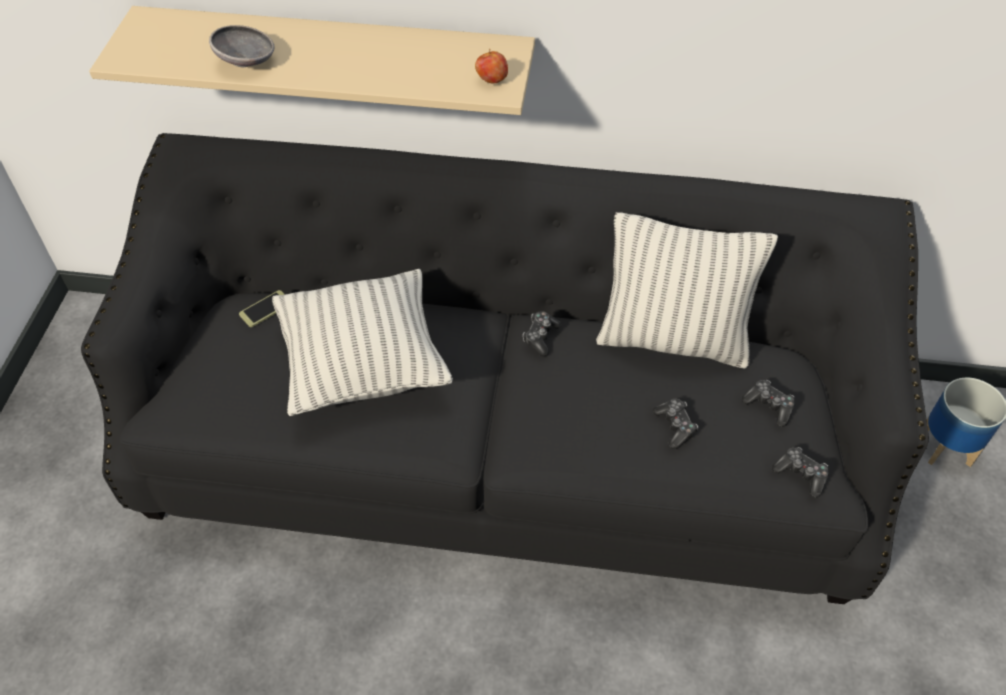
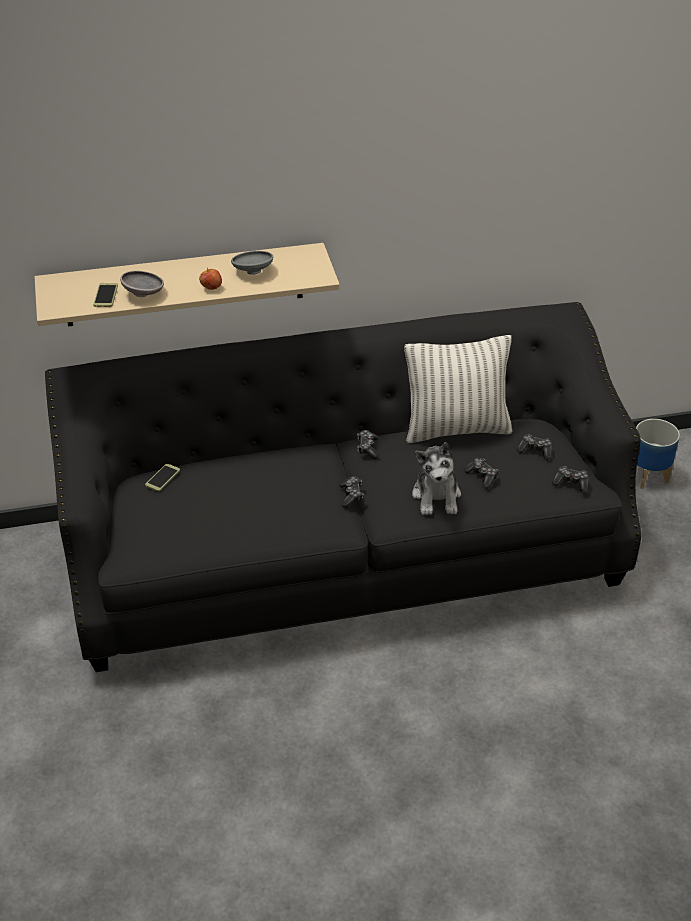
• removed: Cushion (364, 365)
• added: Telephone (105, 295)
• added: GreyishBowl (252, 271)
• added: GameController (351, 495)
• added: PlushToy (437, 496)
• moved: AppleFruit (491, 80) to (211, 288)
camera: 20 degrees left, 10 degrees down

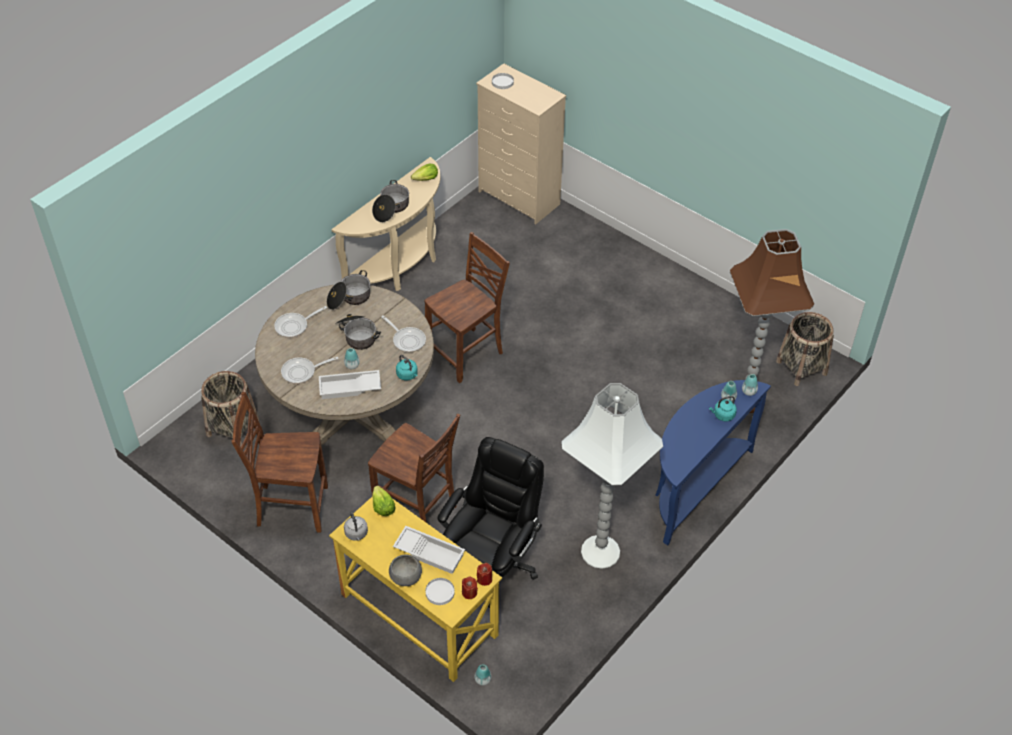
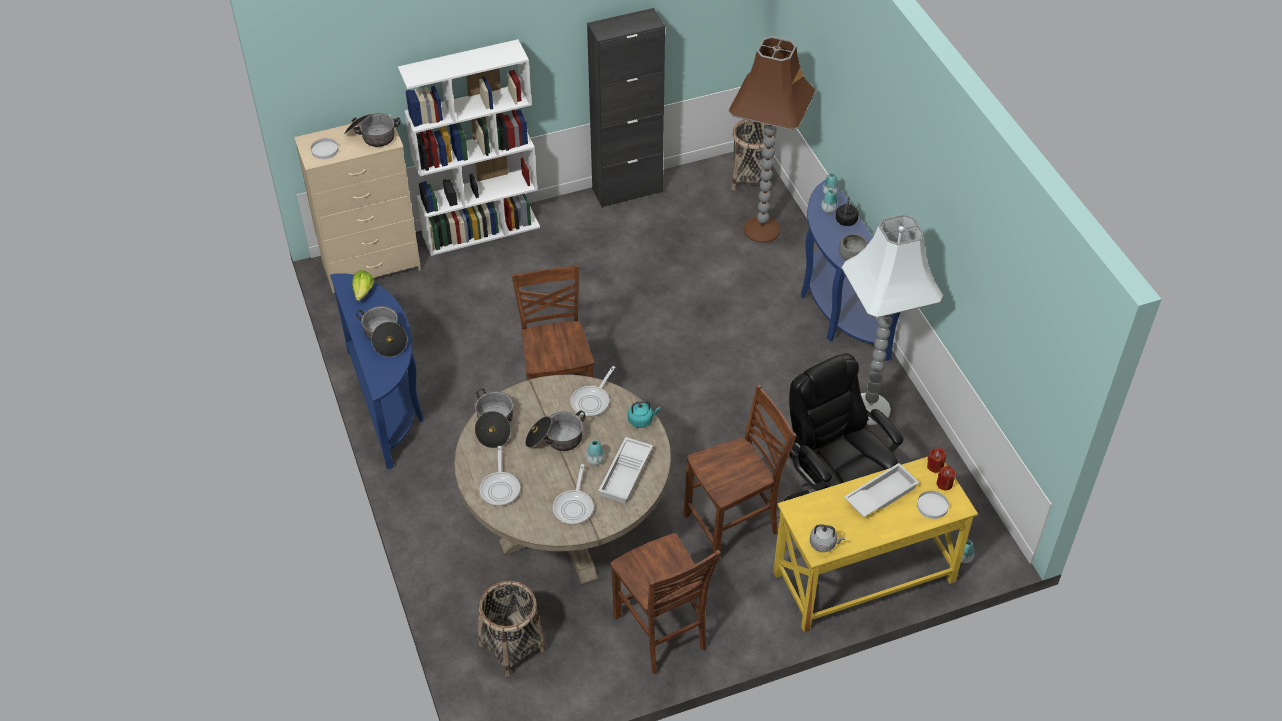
• removed: LettuceHead (382, 507)
• added: Saucepot (372, 136)
• added: WhitishShelvingUnit (481, 230)
• added: BlackColouredCabinet (627, 190)
• moved: GreyishBowl (406, 577) to (852, 257)
• recoloured: SandColouredConsoleTable (401, 266) to BlueColouredConsoleTable (389, 402)
• recoloured: BlueGreenWaterKettle (722, 415) to BlackColouredWaterKettle (846, 221)
• turned: BrownColouredPlainChair (291, 507) = (661, 633) 60 degrees counterclockwise
• turned: Pan (407, 340) = (592, 401) 135 degrees clockwise
camera: 60 degrees left, 0 degrees up

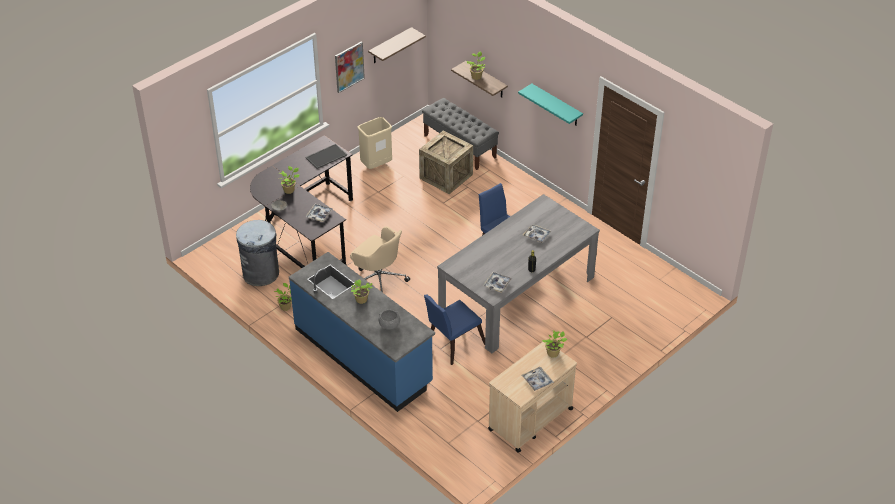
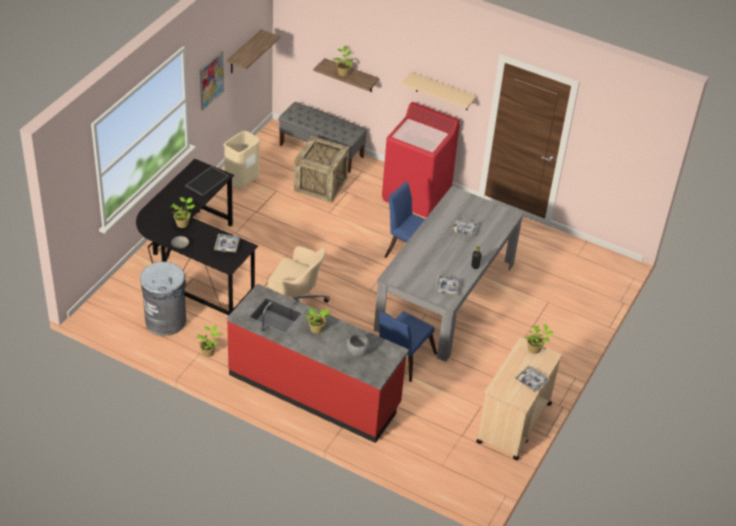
• added: ReddishLaundryMachine (416, 195)
• recoloured: BlueColouredKitchenBaseUnit (363, 356) to ReddishKitchenBaseUnit (314, 390)
• recoloured: BlueGreenWallShelf (556, 105) to SandColouredWallShelf (442, 92)
camera: 20 degrees left, 0 degrees up

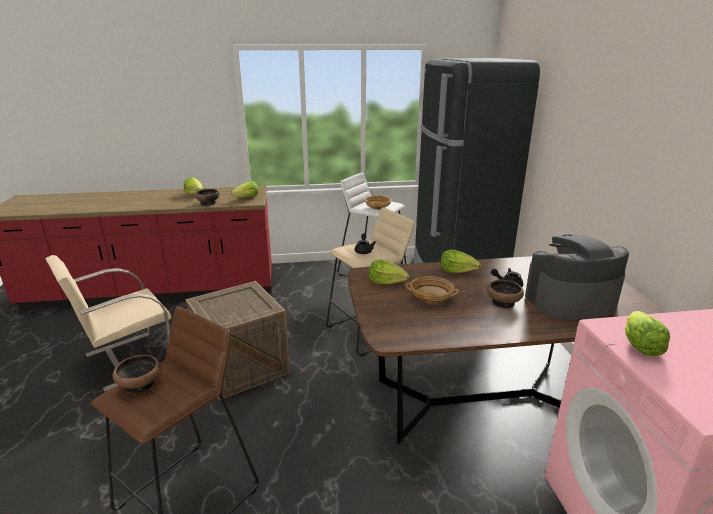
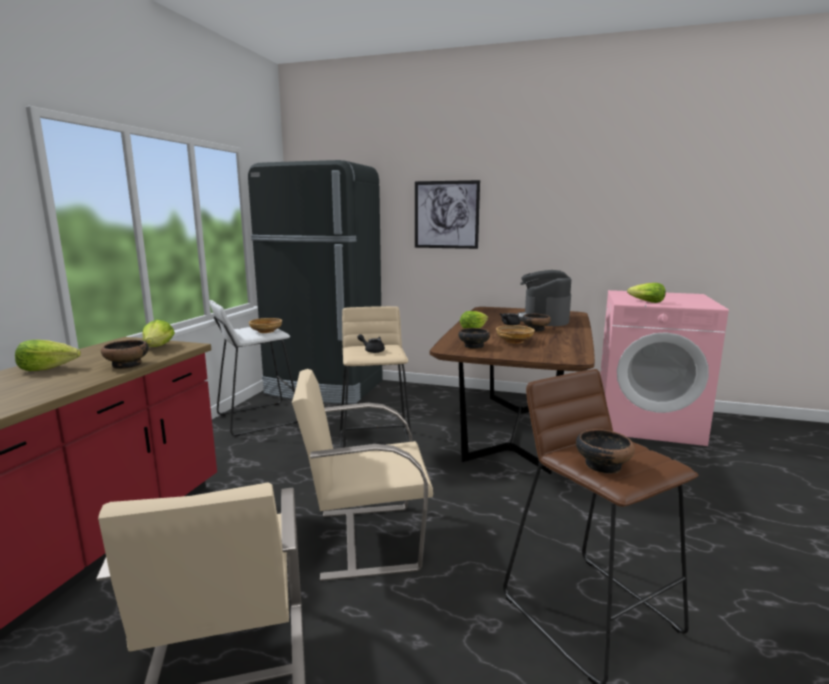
• added: WallPicture (446, 215)
• replaced: Crate (242, 366) to SandColouredPlainChair (365, 539)
• replaced: LettuceHead (387, 282) to Bowl (473, 346)
camera: 65 degrees left, 10 degrees down

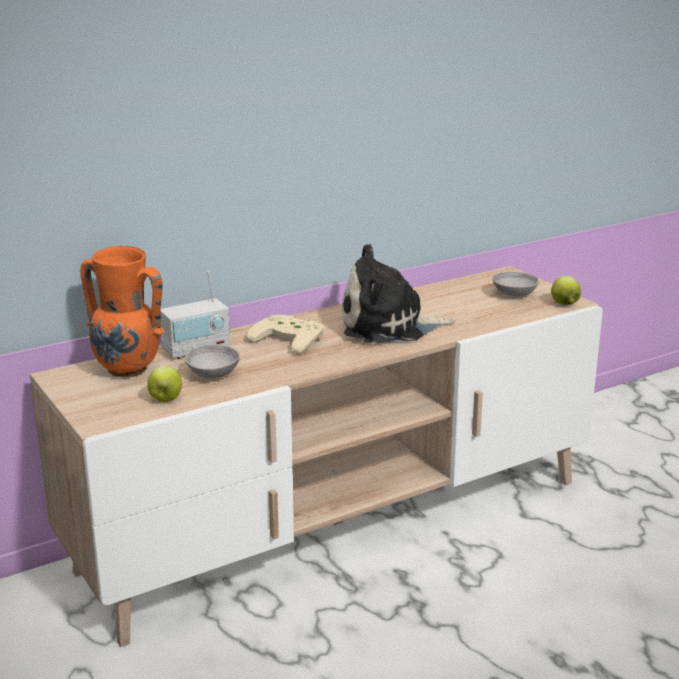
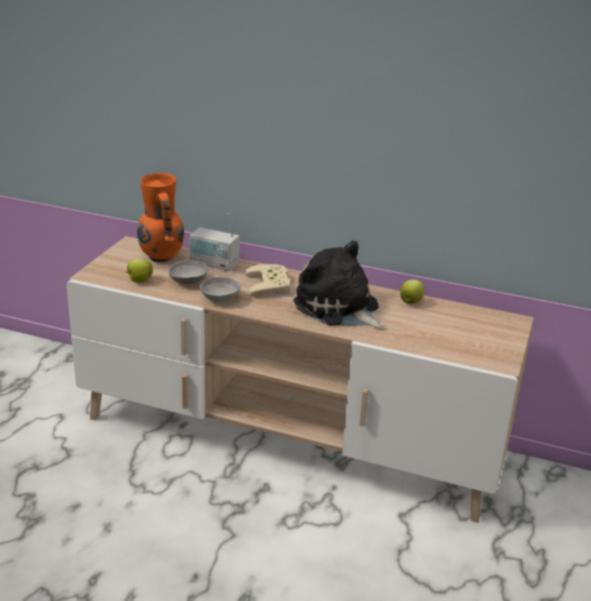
• moved: GreyishBowl (514, 294) to (220, 299)
• moved: AppleFruit (564, 303) to (411, 302)
camera: 50 degrees right, 5 degrees up

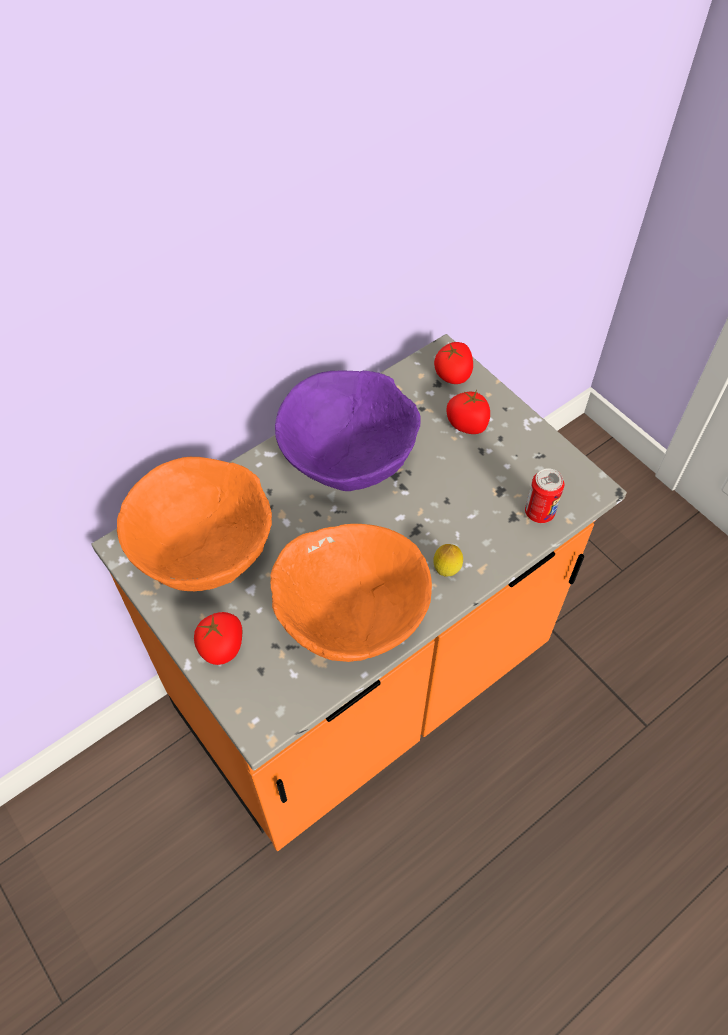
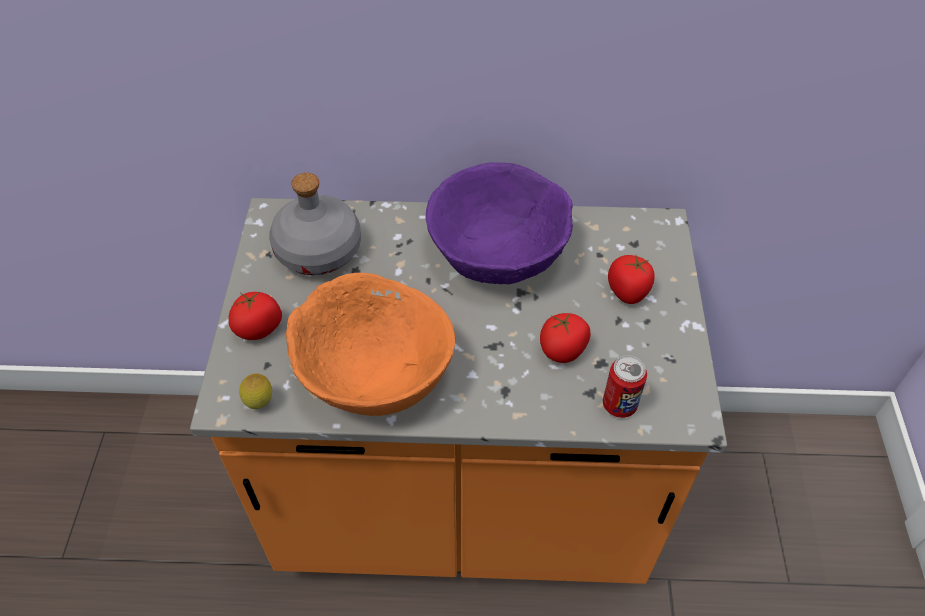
• moved: WholeLemon (446, 570) to (260, 403)
• moved: WholeTomato (453, 375) to (563, 349)
• replaced: OrangeBowl (203, 549) to GreyishDrinkBottle (318, 251)
camera: 40 degrees right, 5 degrees down

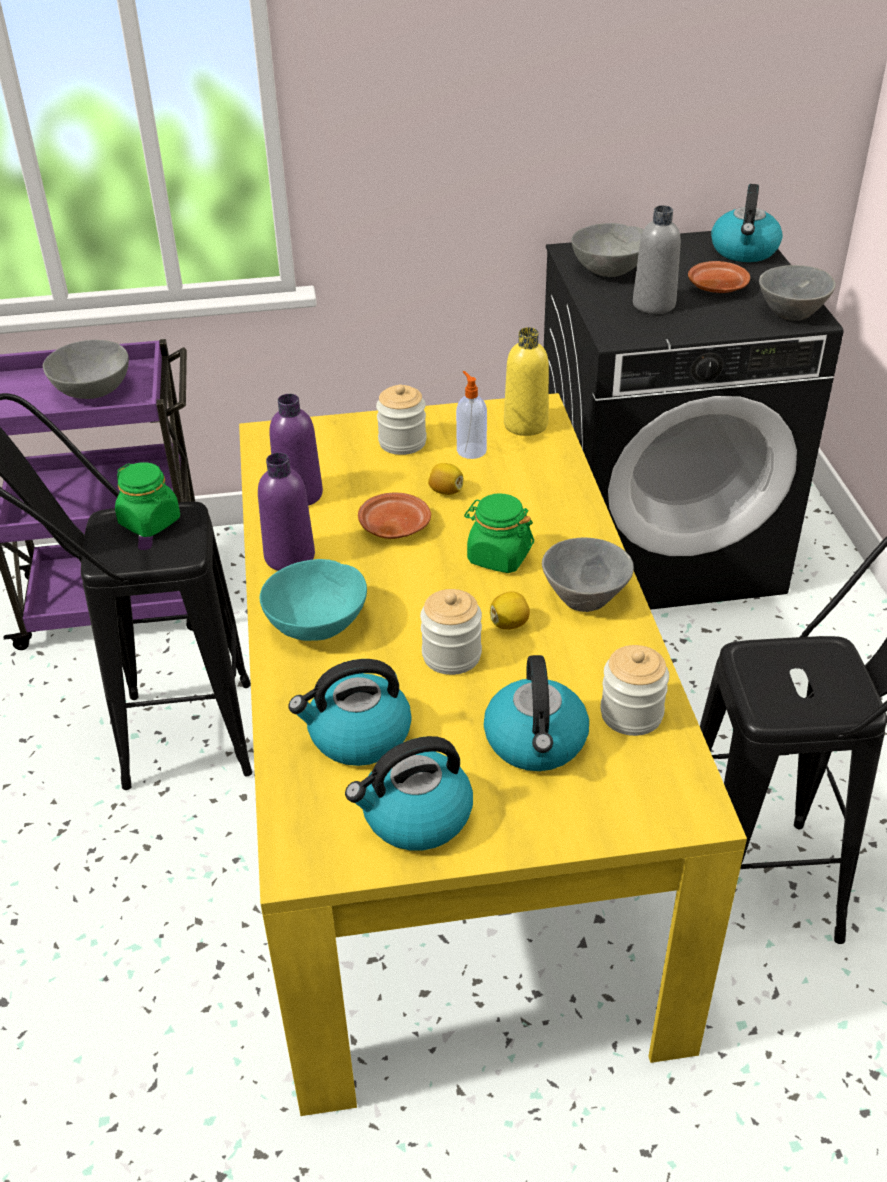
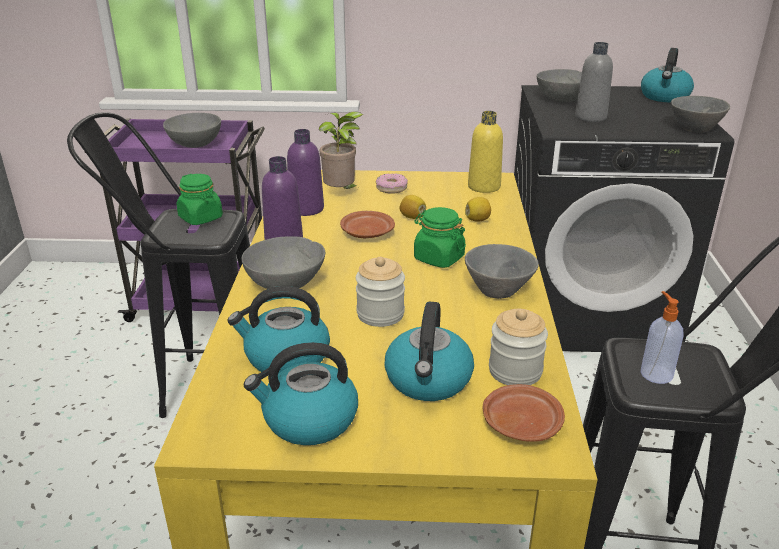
• added: PlantInAPot (341, 193)
• moved: SoapBottle (471, 450) to (655, 373)
• moved: WholeLemon (509, 624) to (477, 220)
• moved: BrownColouredPlate (717, 287) to (521, 423)
• replaced: PreserveJar (402, 442) to RingDoughnut (391, 188)
• recoloured: BlueGreenBowl (316, 624) to GreyishBowl (285, 283)
camera: 10 degrees right, 10 degrees down

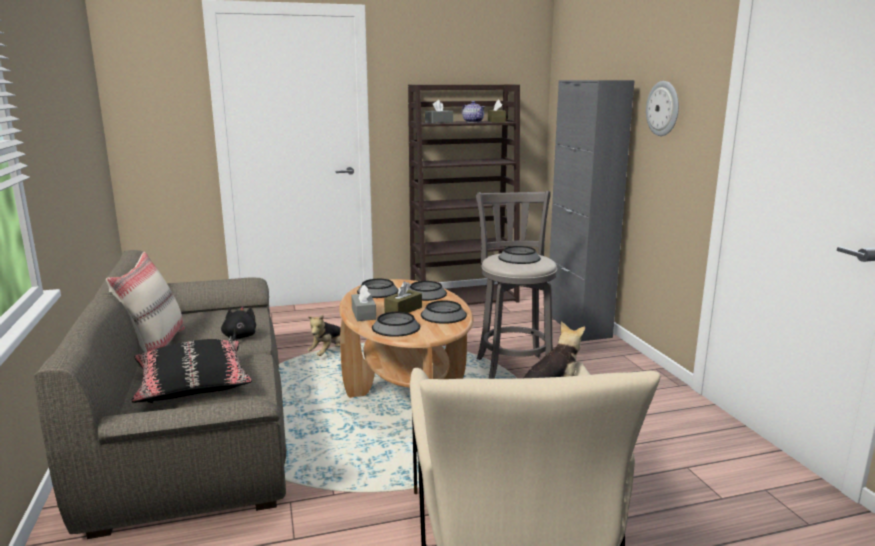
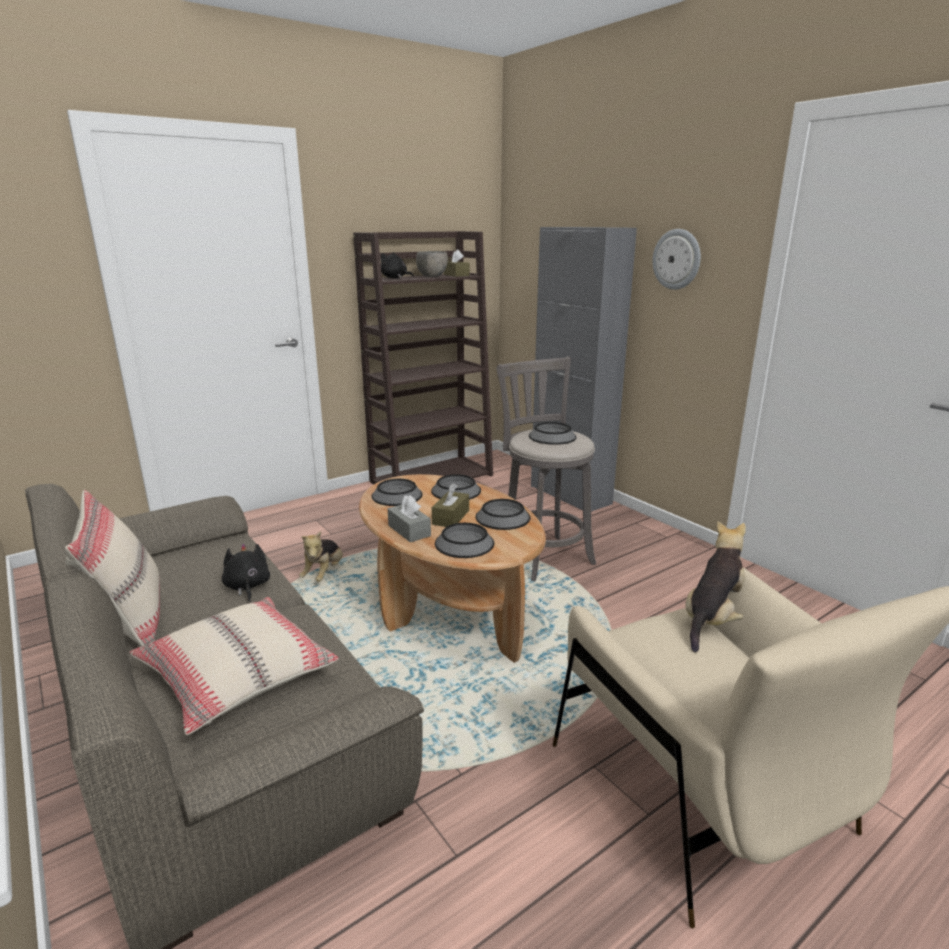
• replaced: GreyishTissueHolder (439, 122) to BlackColouredPlushToy (395, 278)
• replaced: PotForTea (473, 122) to GreyishBowl (432, 276)
• recoloured: BlackColouredCushion (192, 384) to SandColouredCushion (236, 675)
camera: 20 degrees left, 5 degrees up

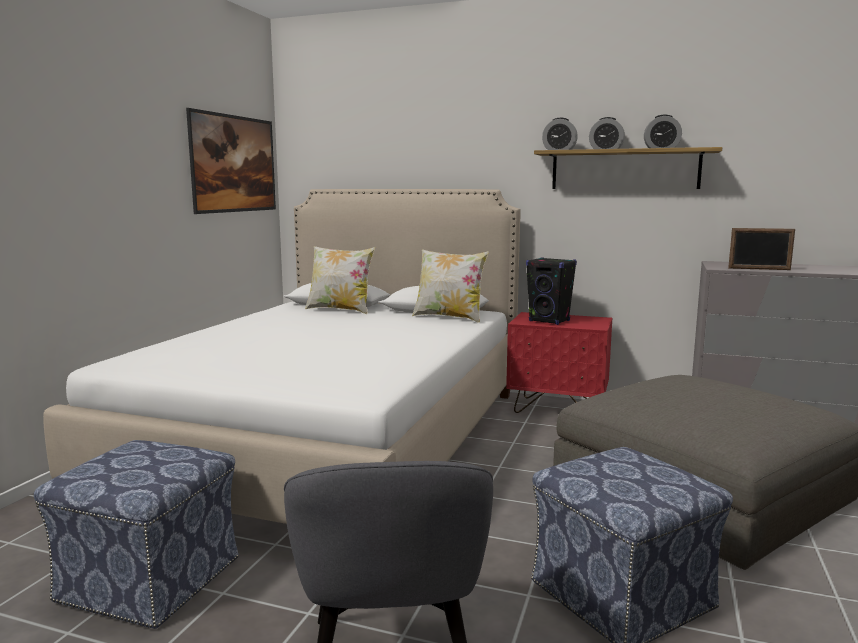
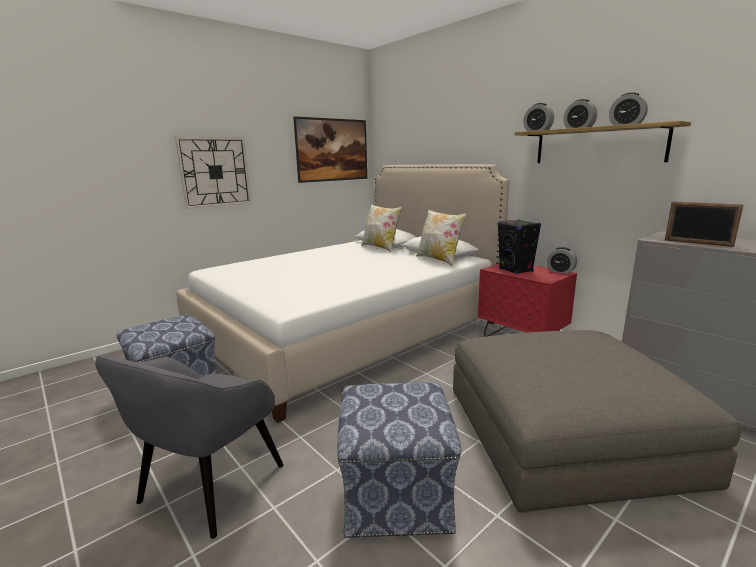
• added: ClockOnTheWall (215, 172)
• added: AlarmClock (560, 271)
camera: 30 degrees right, 5 degrees up

